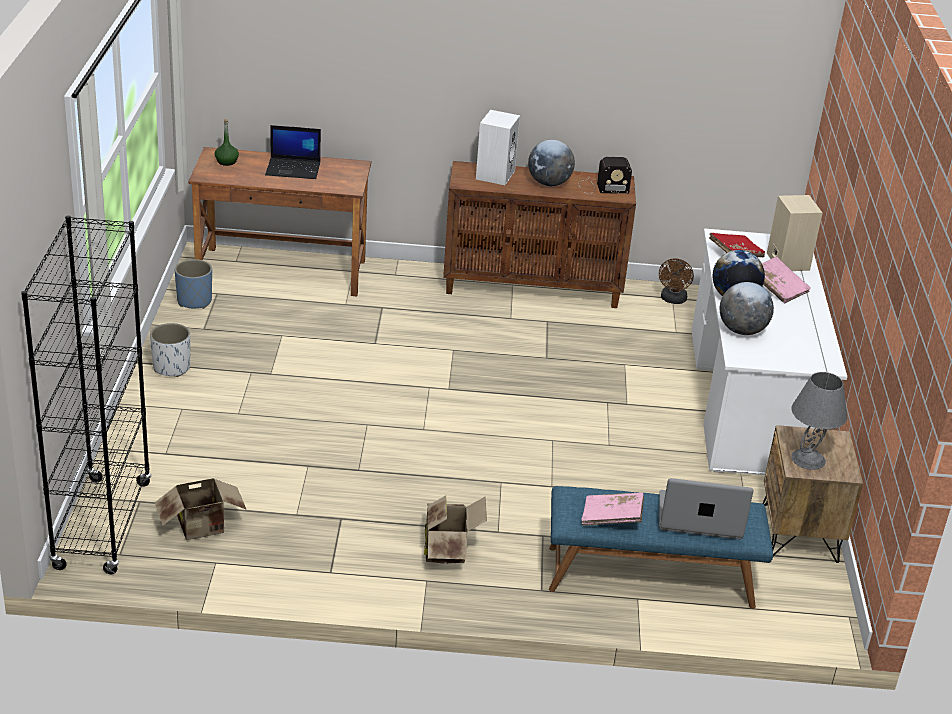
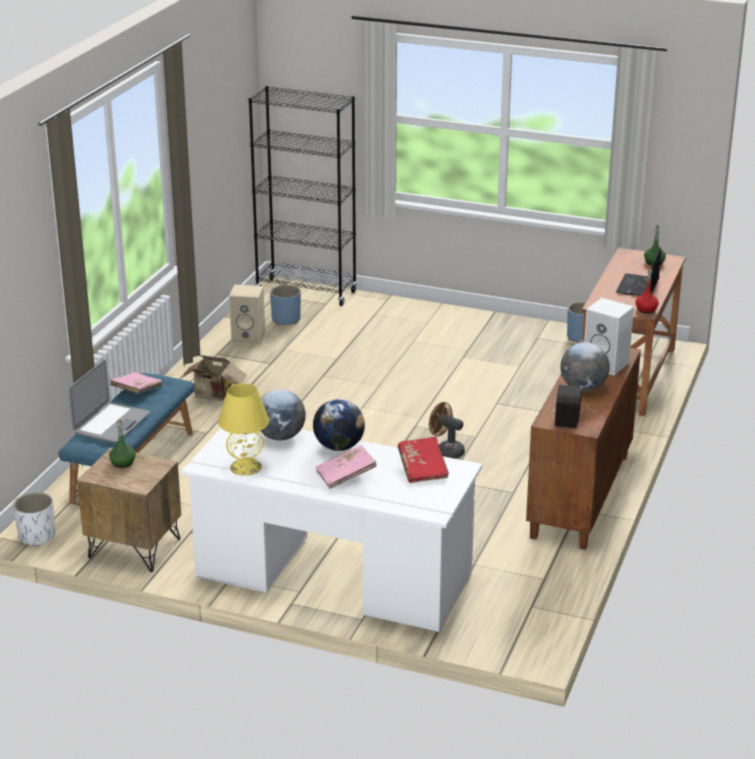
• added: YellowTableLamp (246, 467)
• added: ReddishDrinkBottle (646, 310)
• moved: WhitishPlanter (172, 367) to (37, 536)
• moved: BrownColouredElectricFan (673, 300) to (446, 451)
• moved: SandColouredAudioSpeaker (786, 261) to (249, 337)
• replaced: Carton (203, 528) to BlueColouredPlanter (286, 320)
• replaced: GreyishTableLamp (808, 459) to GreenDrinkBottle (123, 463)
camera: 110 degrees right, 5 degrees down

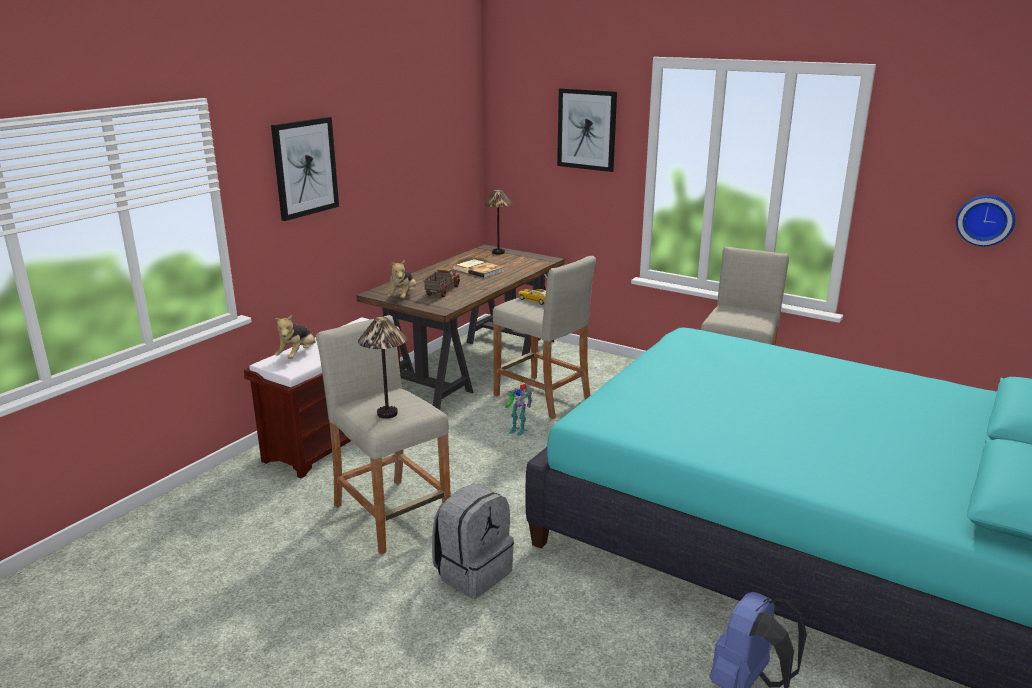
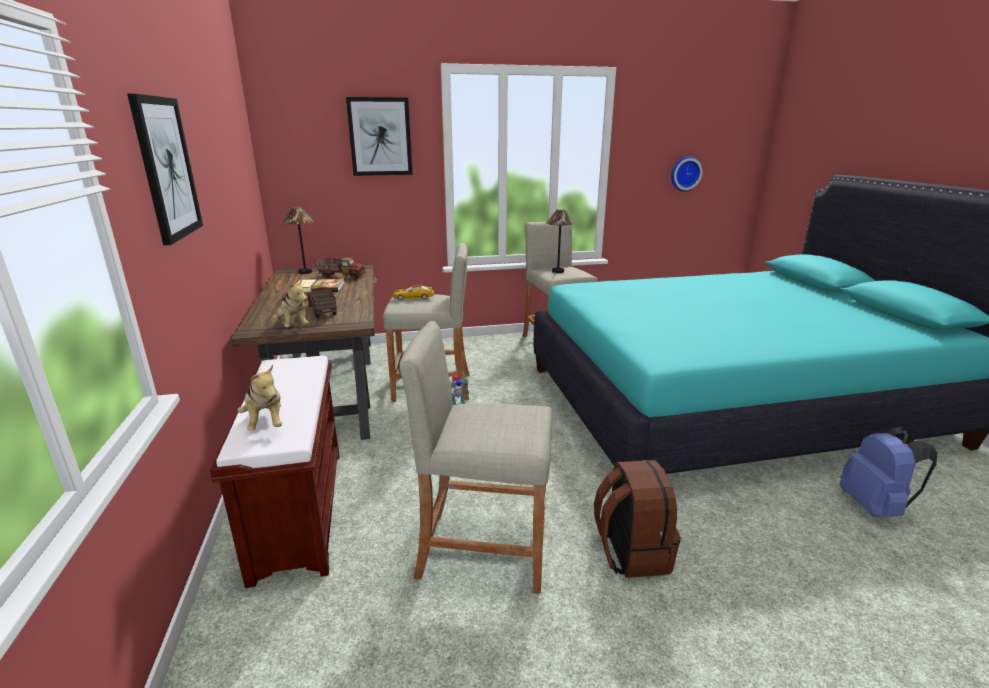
• added: ToyTruck (342, 276)
• moved: TableLamp (387, 413) to (557, 271)
• recoloured: GreyishBackpack (473, 572) to BrownColouredBackpack (630, 552)
camera: 45 degrees left, 0 degrees up

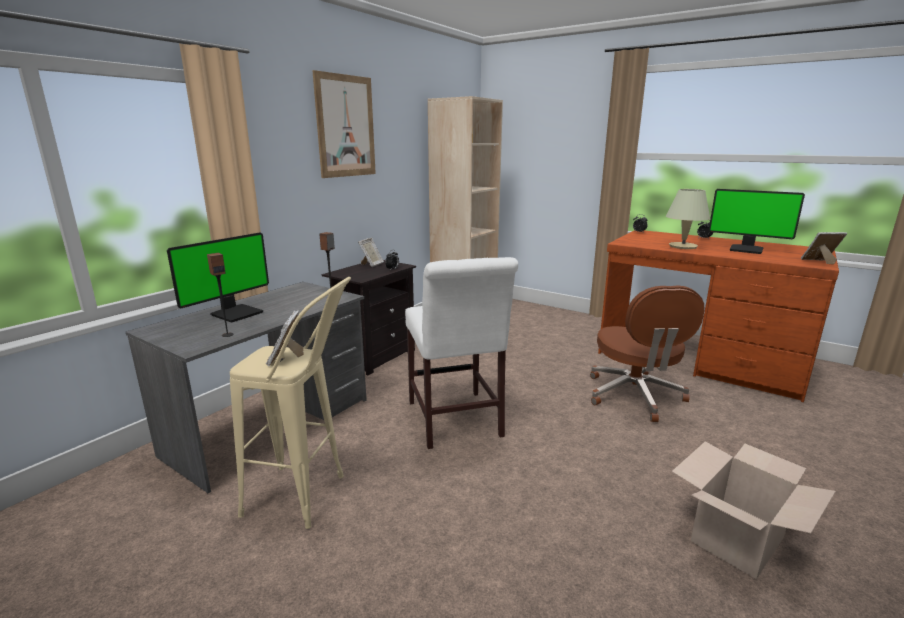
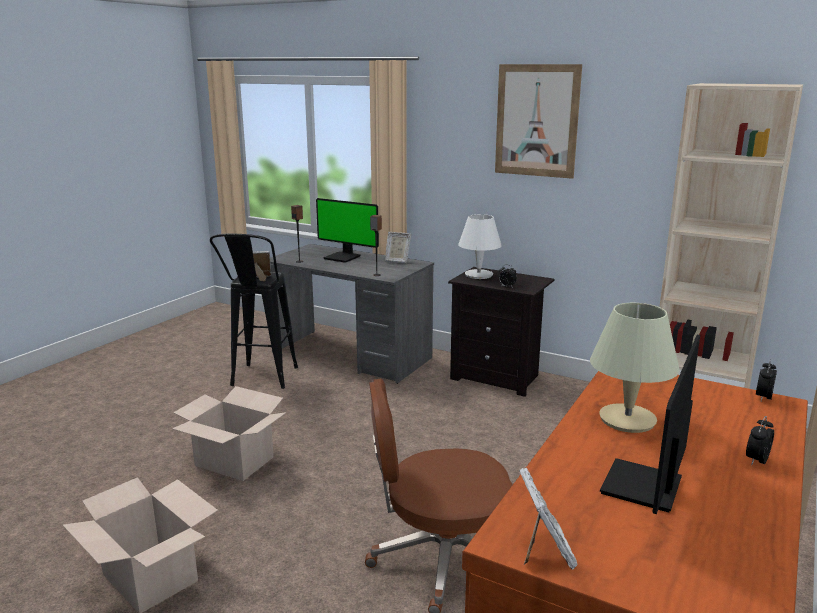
• removed: WhitishPlainChair (455, 422)
• added: Carton (235, 461)
• added: WhitishTableLamp (479, 275)
• moved: StandingFrame (371, 265) to (397, 261)
• recoloured: SandColouredSittingStool (308, 498) to BlackColouredSittingStool (261, 381)
camera: 85 degrees right, 0 degrees up

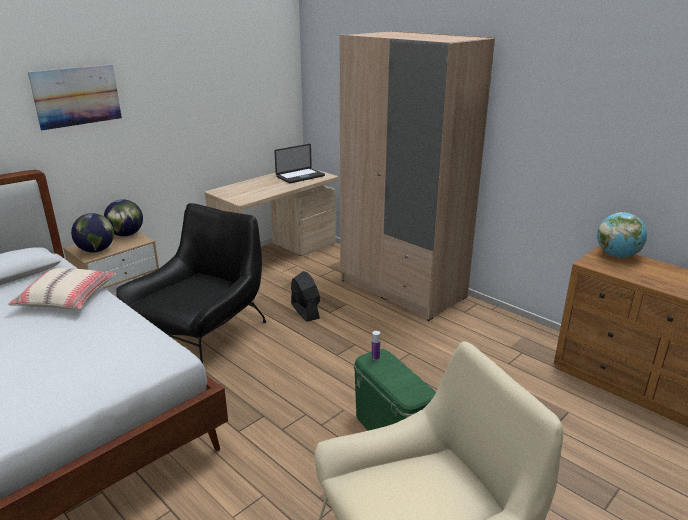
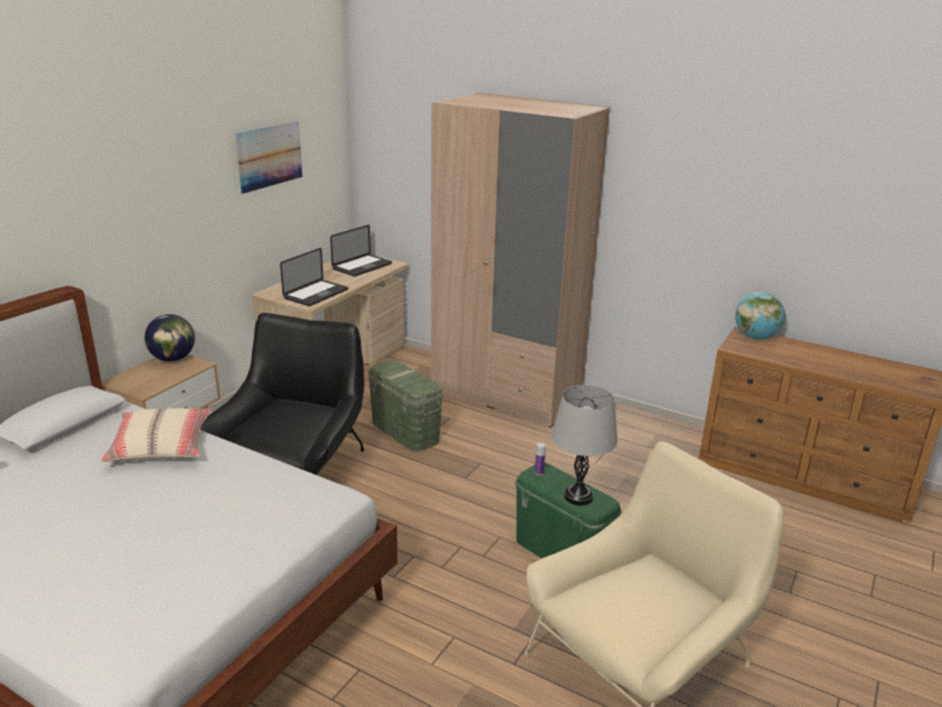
• removed: WorldGlobe (96, 250)
• added: Laptop (316, 294)
• added: GreyishTableLamp (578, 496)
• moved: WallPicture (77, 96) to (269, 156)
• replaced: BlackColouredElectricFan (305, 311) to GreenStorageContainer (405, 431)
camera: 15 degrees left, 0 degrees up

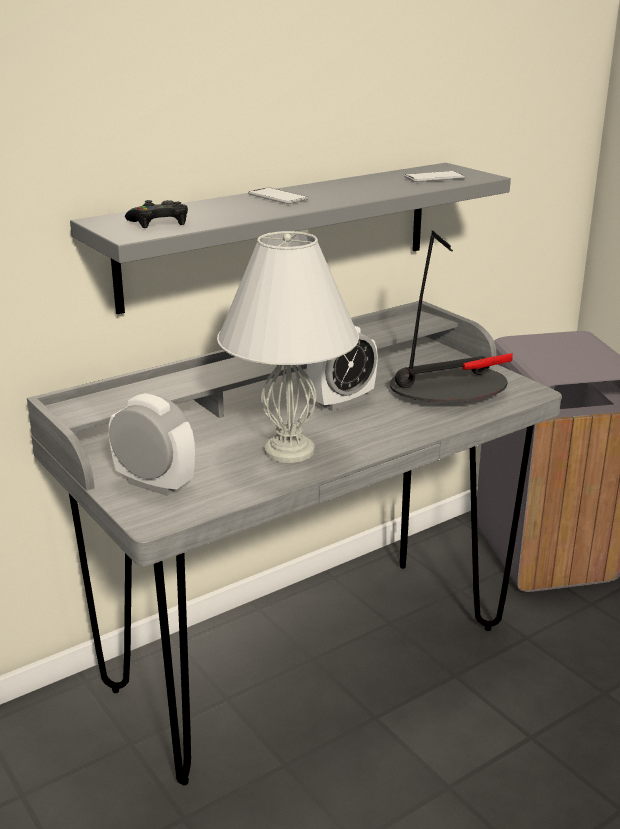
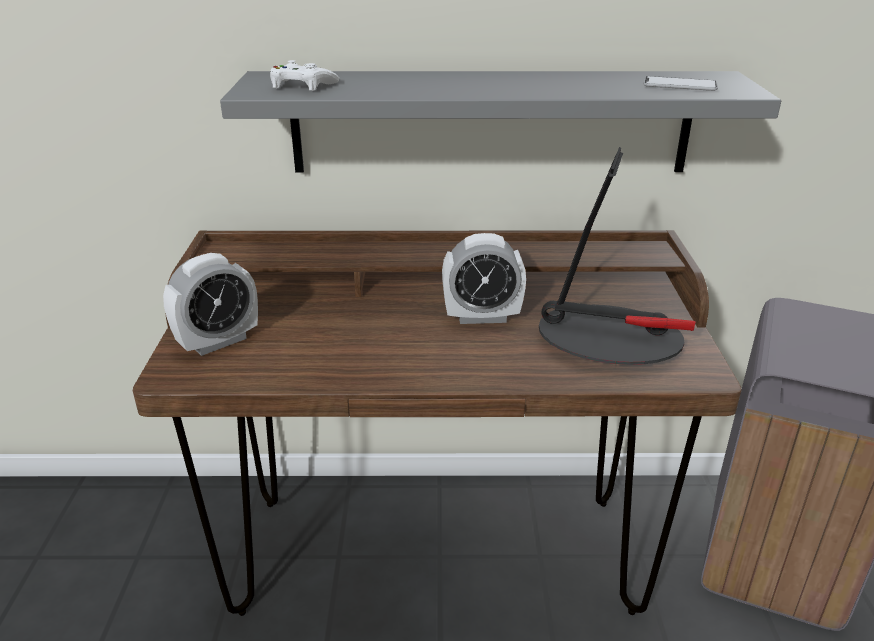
• removed: WhitishTableLamp (290, 450)
• removed: Telephone (278, 197)
• recoloured: GreyishDesk (308, 657) to BrownColouredDesk (437, 552)
• recoloured: BlackColouredGameController (159, 222) to WhitishGameController (302, 85)
• turned: AlarmClock (154, 484) = (218, 342) 75 degrees clockwise
camera: 35 degrees right, 5 degrees up

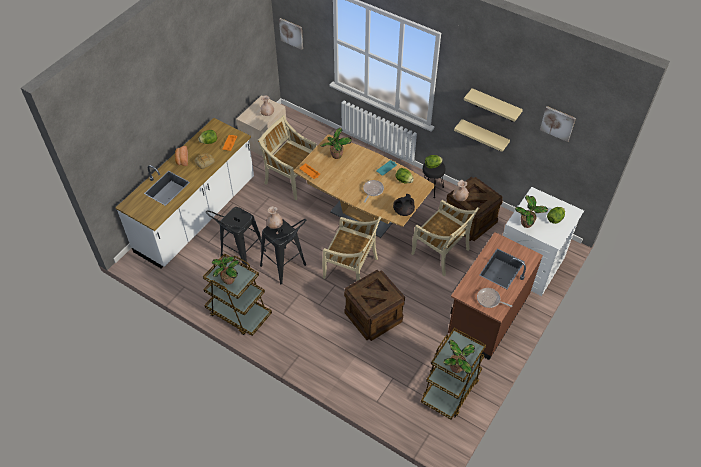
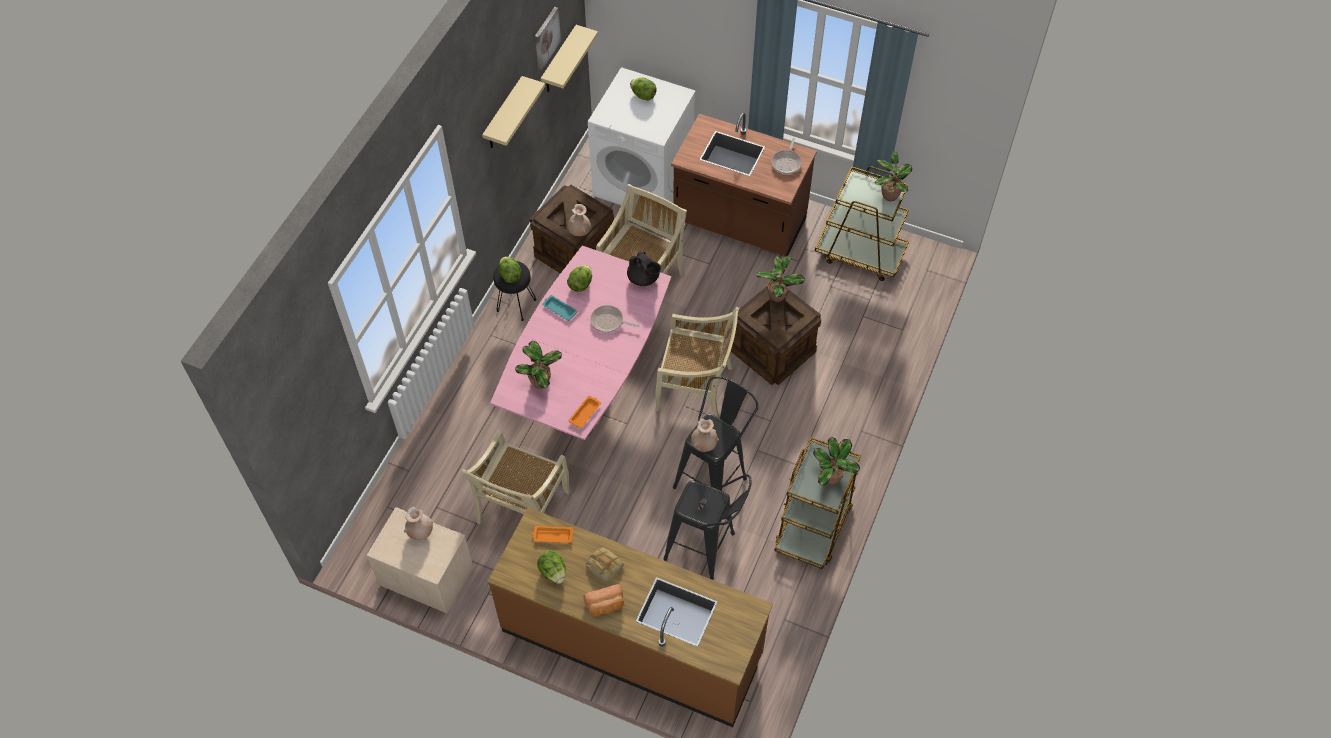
• removed: WallPicture (291, 33)
• moved: SandColouredWallShelf (484, 136) to (559, 61)
• moved: PlantInAPot (527, 224) to (777, 295)
• recoloured: WhitishKitchenBaseUnit (197, 216) to BrownColouredKitchenBaseUnit (632, 642)
• recoloured: BrownColouredDiningTable (363, 215) to PinkColouredDiningTable (588, 389)
• turned: SandColouredPlainChair (351, 269) = (696, 389) 90 degrees clockwise
camera: 100 degrees left, 5 degrees up

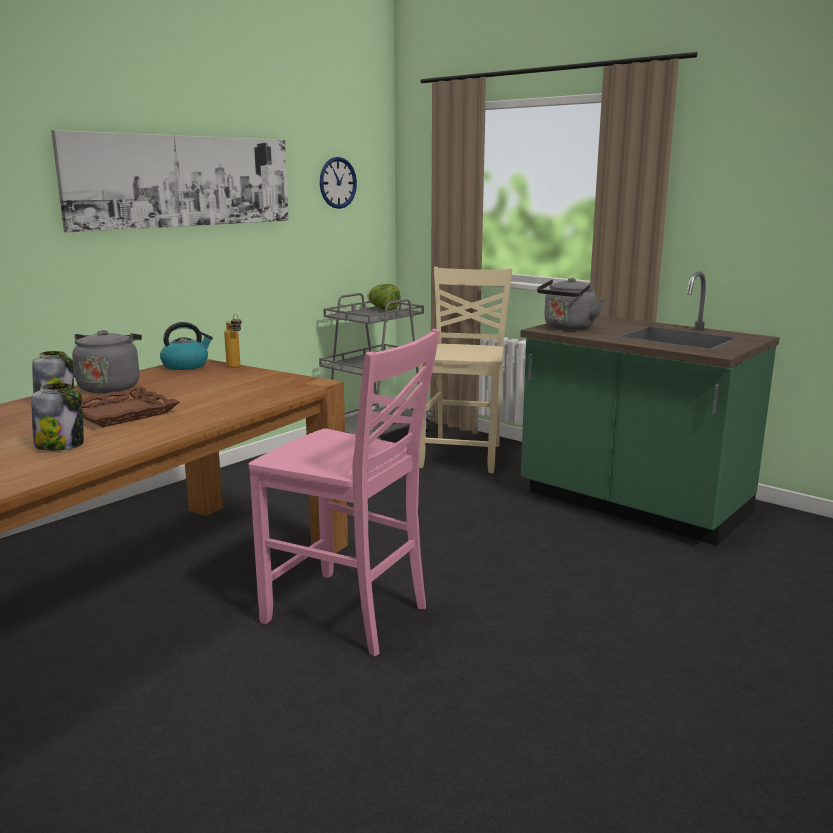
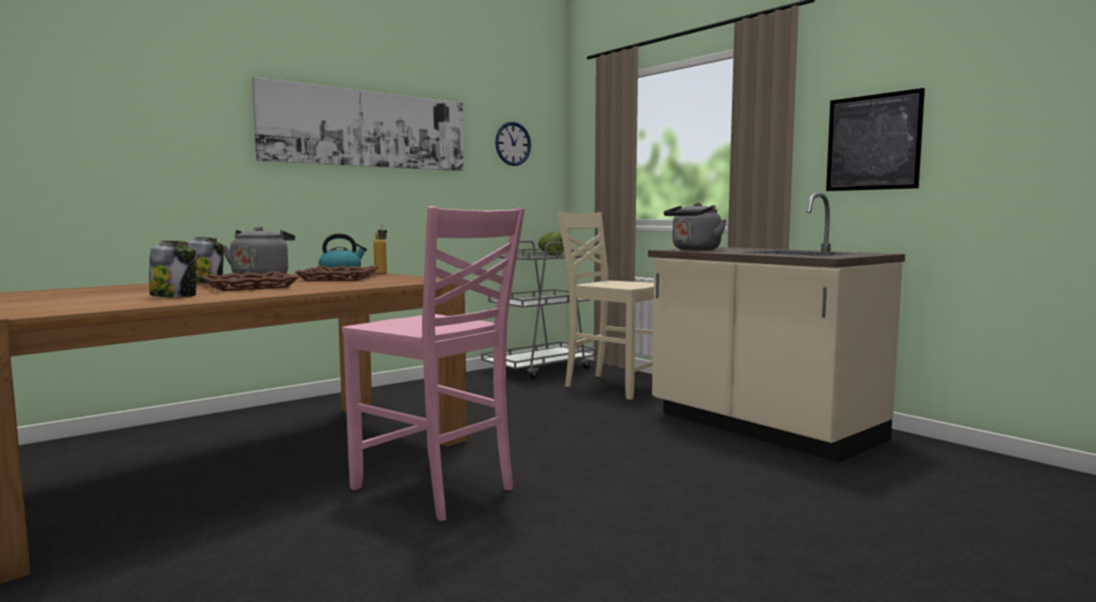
• added: BrownColouredCarryingTray (339, 278)
• added: WallPicture (873, 142)
• recoloured: GreenKitchenBaseUnit (632, 505) to SandColouredKitchenBaseUnit (762, 427)
• turned: SandColouredPlainChair (463, 456) = (612, 386) 75 degrees counterclockwise
camera: 10 degrees right, 10 degrees down

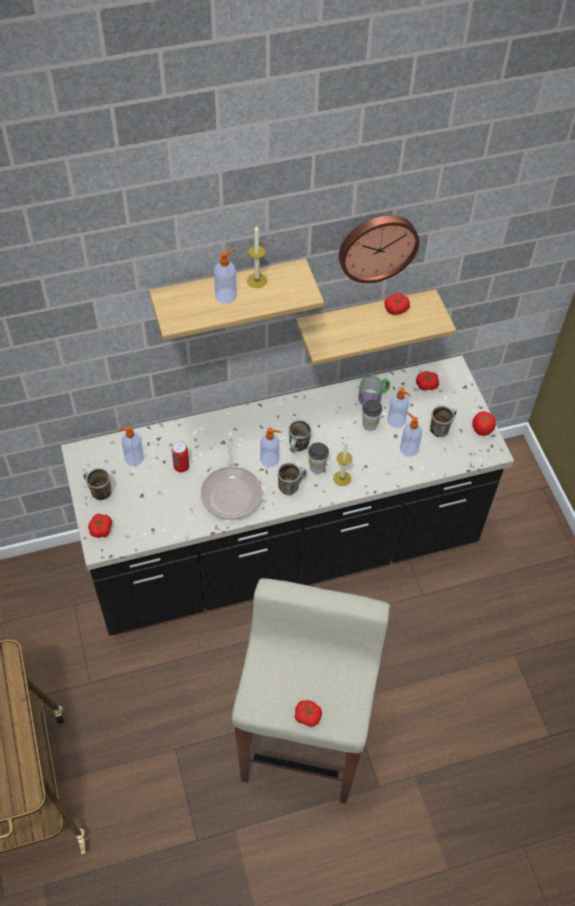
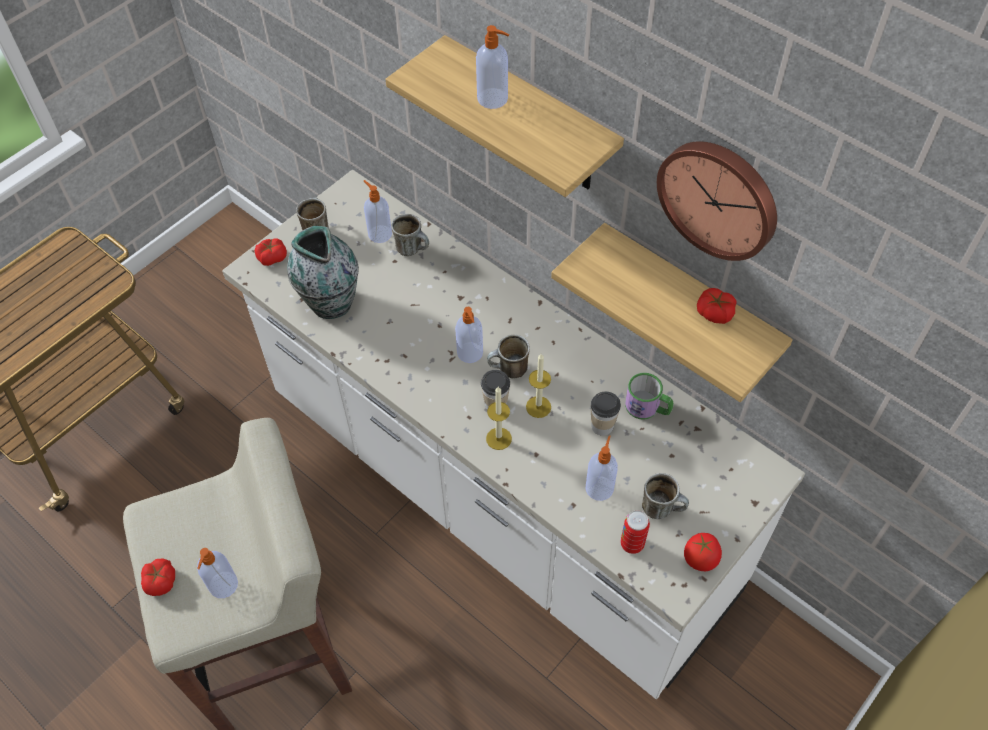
• removed: Pan (231, 492)
• removed: WholeTomato (426, 384)
• added: FlowerVase (330, 302)
• moved: SealedCan (181, 467) to (632, 544)
• moved: Candle (257, 280) to (538, 407)
• moved: CoffeeMug (291, 485) to (413, 249)
• moved: SoapBottle (397, 420) to (223, 586)
• recoloured: BlackColouredKitchenBaseUnit (284, 552) to WhitishKitchenBaseUnit (496, 495)
camera: 60 degrees right, 0 degrees up

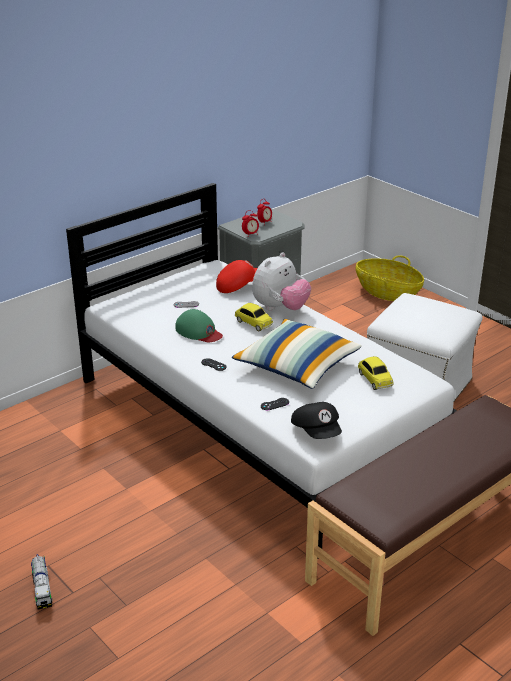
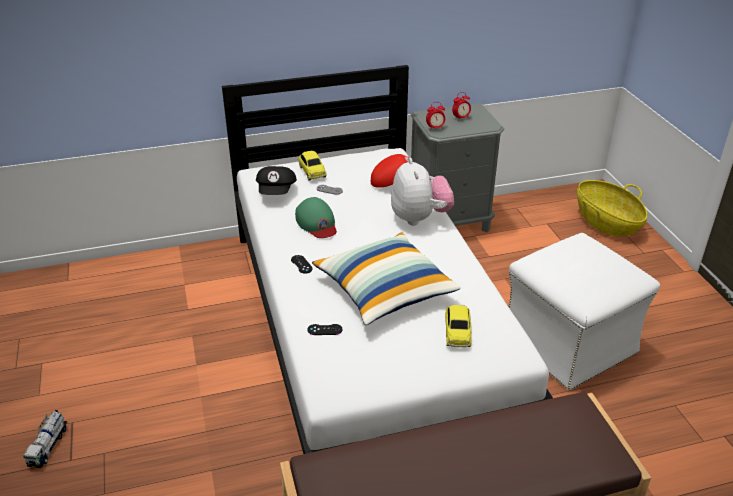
• moved: ModelCar (253, 323) to (312, 171)
• moved: BlackColouredCap (317, 431) to (277, 191)
• turned: PlushToy (280, 308) = (420, 218) 75 degrees counterclockwise
camera: 25 degrees right, 5 degrees up

